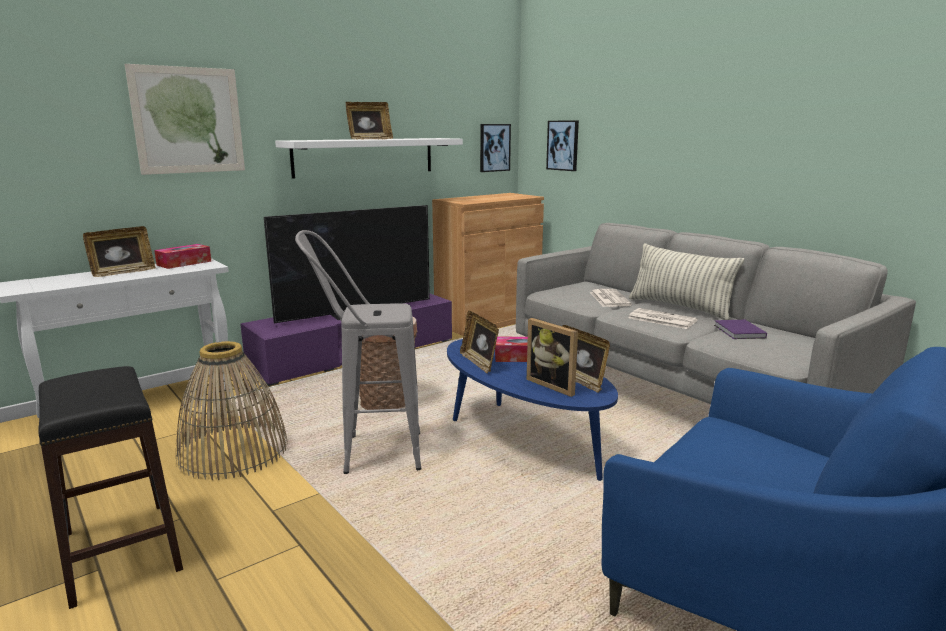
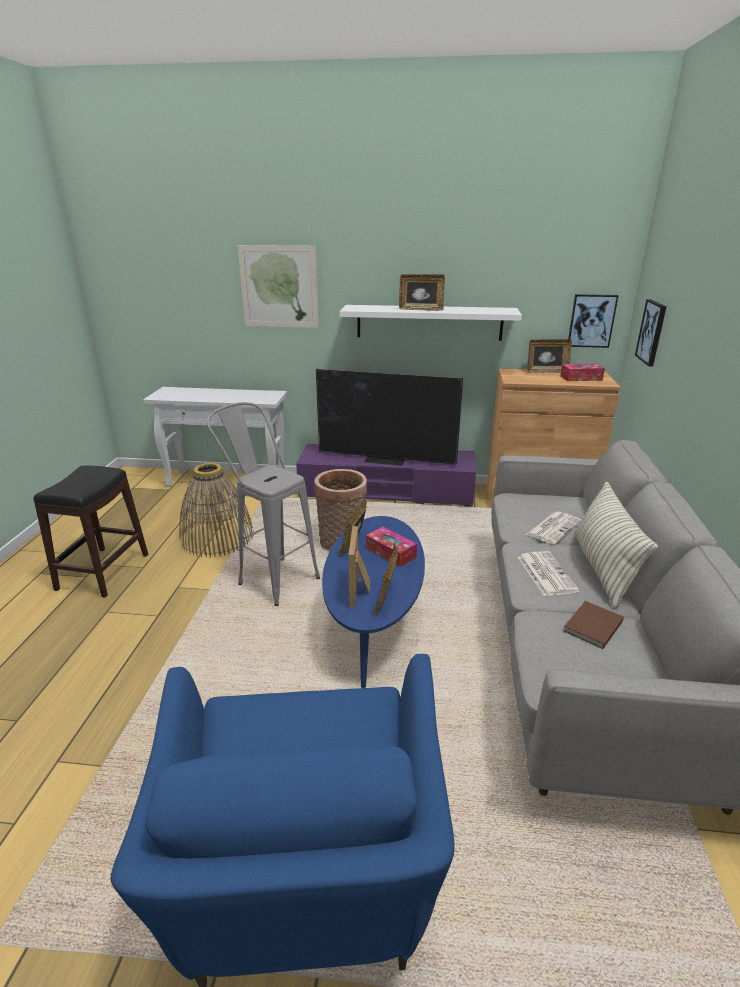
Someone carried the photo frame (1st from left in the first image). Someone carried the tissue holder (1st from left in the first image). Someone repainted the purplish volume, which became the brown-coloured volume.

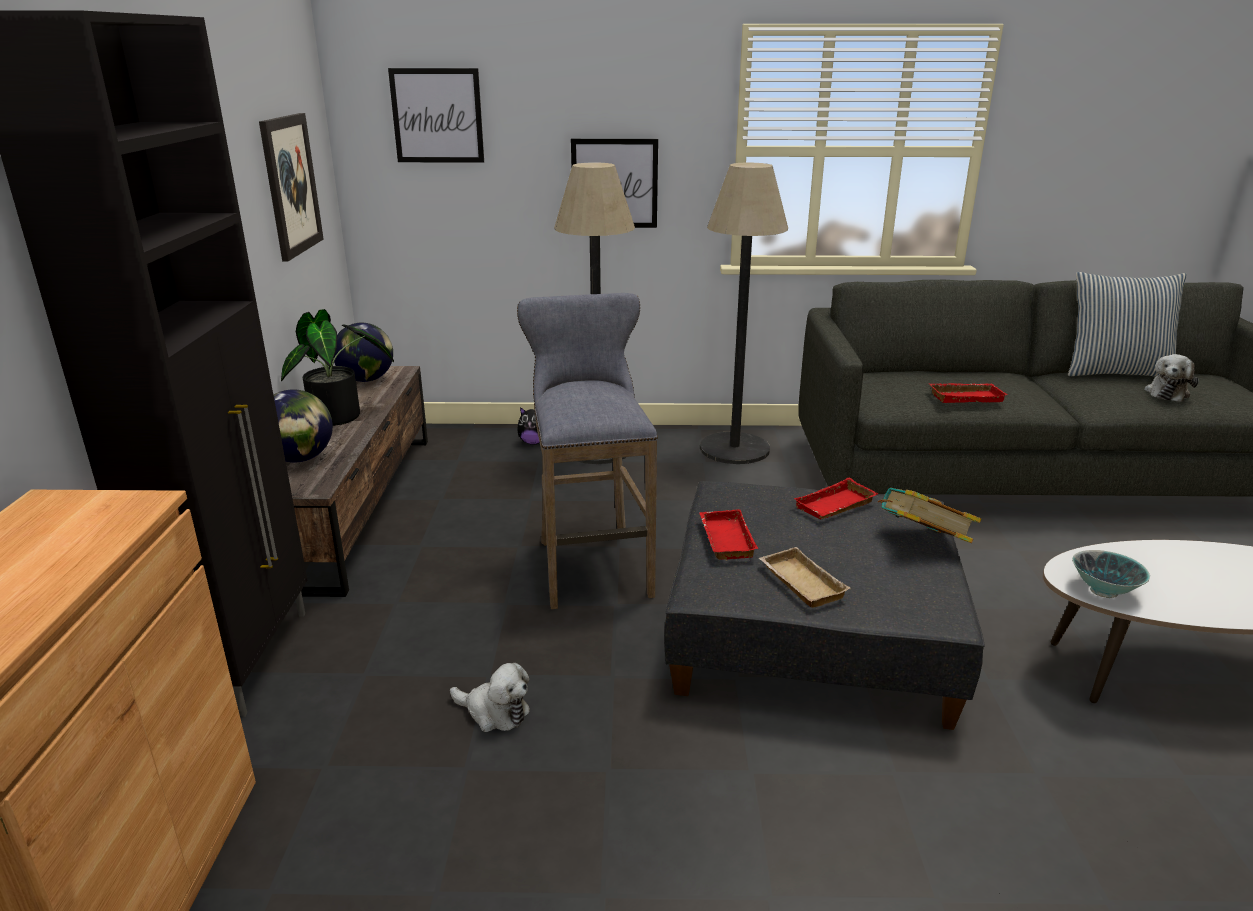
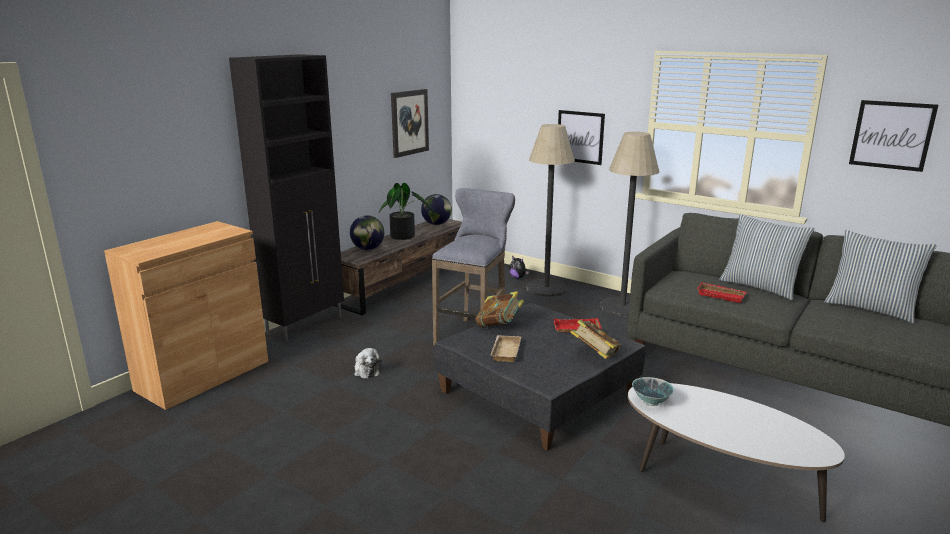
Someone carried the wall art (2nd from left in the first image). Someone swapped the reddish serving tray (1st from left) for the volume (1st from left). Someone took away the soft toy (3rd from left). Someone put down the cushion (1st from left).

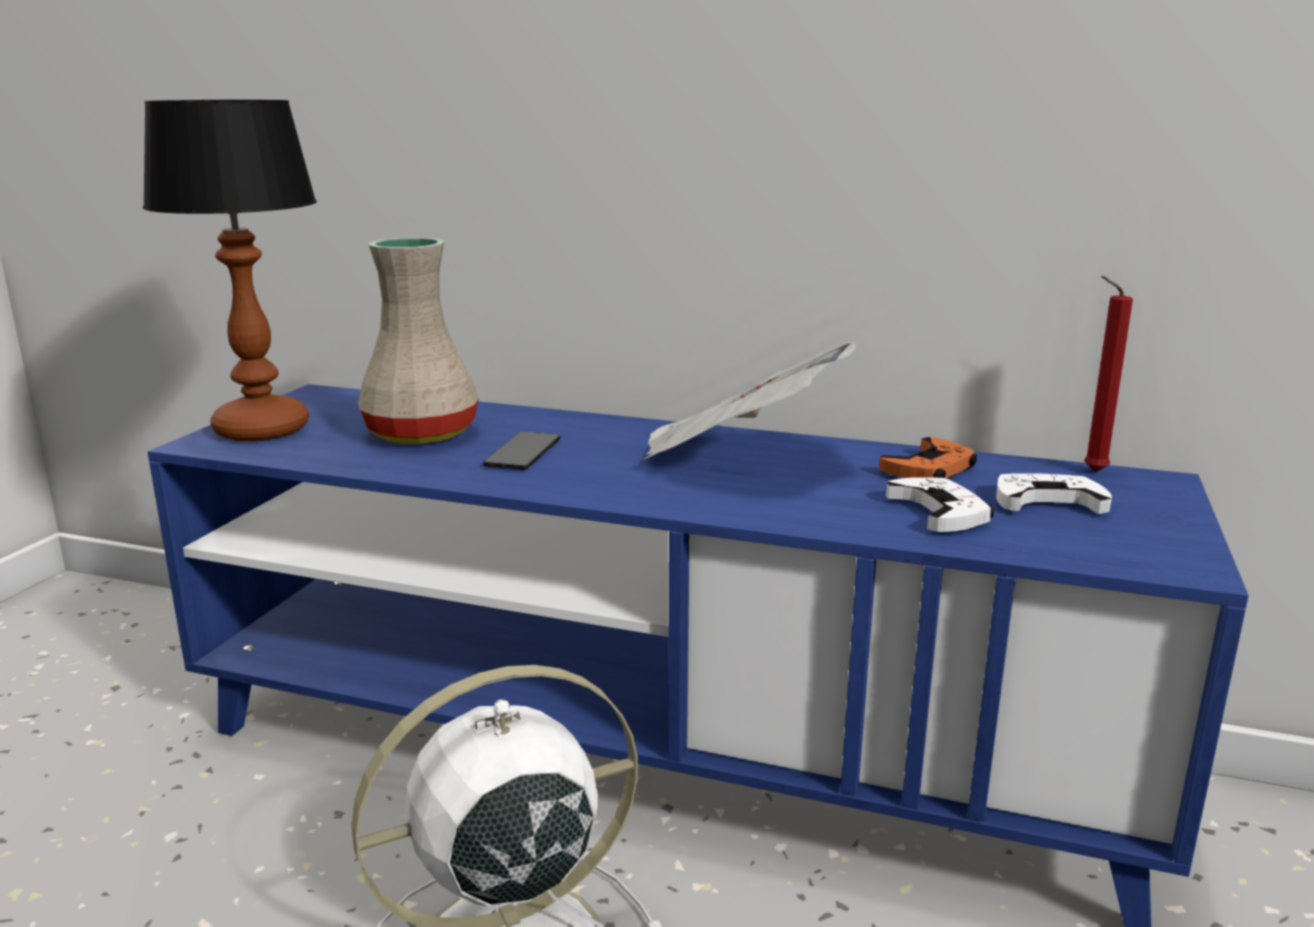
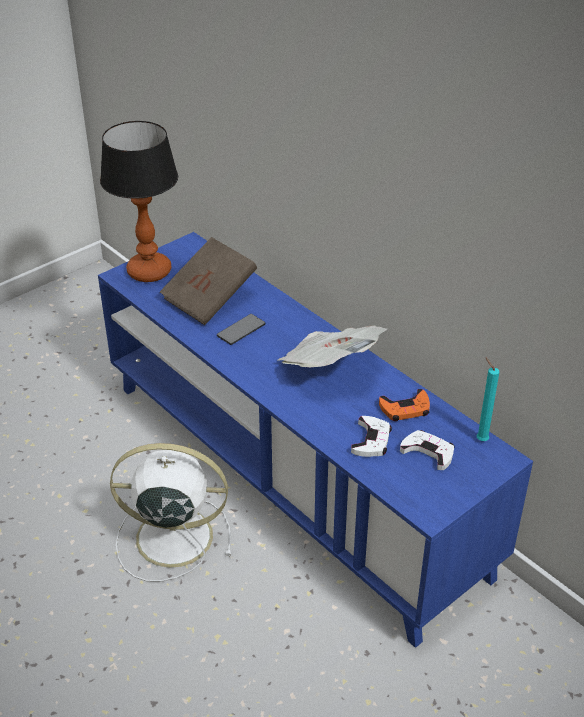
Someone swapped the beige-coloured decorative vase for the brown-coloured volume. Someone repainted the reddish candle, which became the blue-green candle.

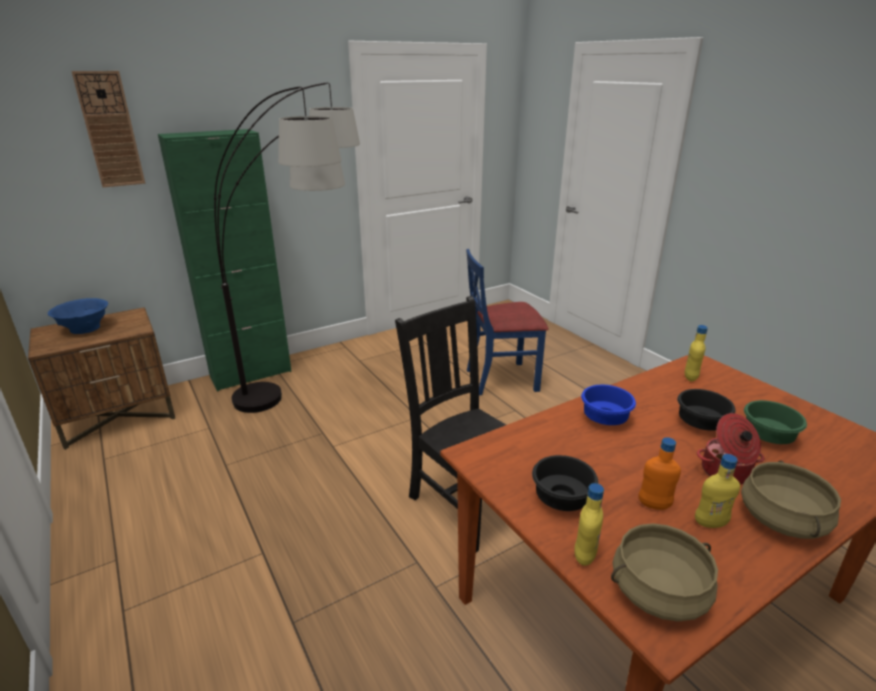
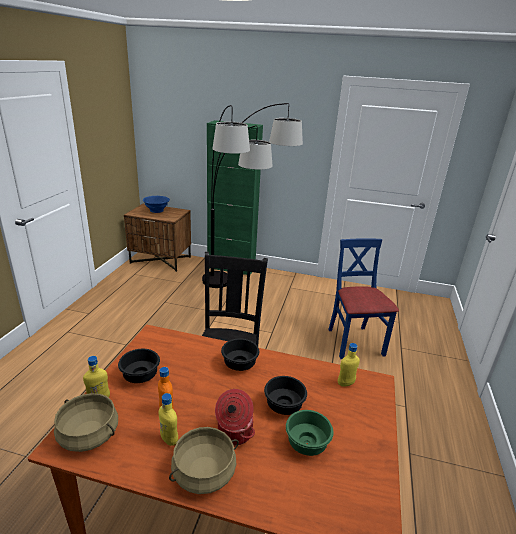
Someone took away the hanging clock. Someone rotated the blue-coloured upright chair by 45 degrees clockwise. Someone repainted the blue-coloured serving bowl (2nd from left), which became the black serving bowl (2nd from left).

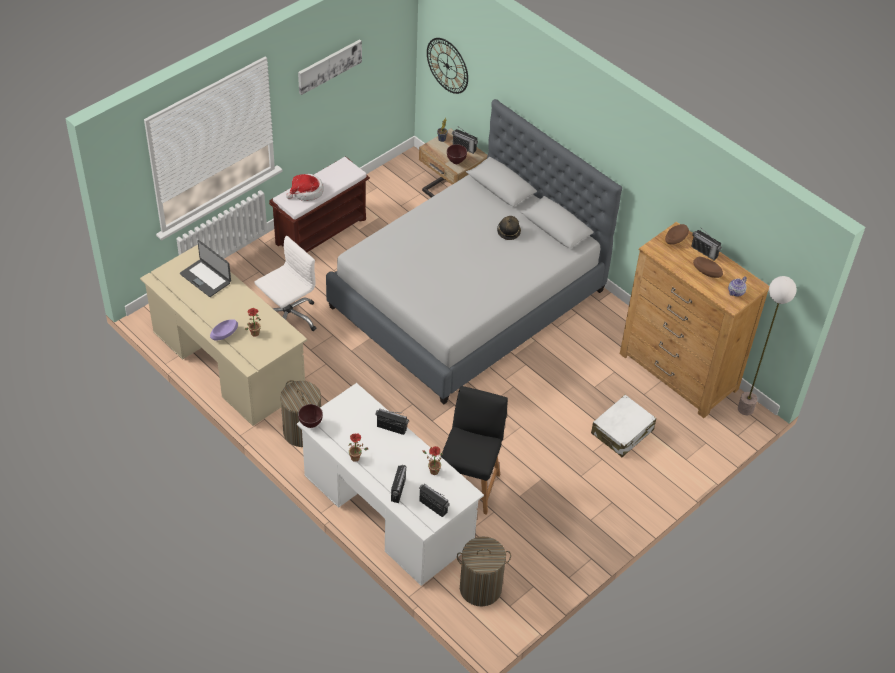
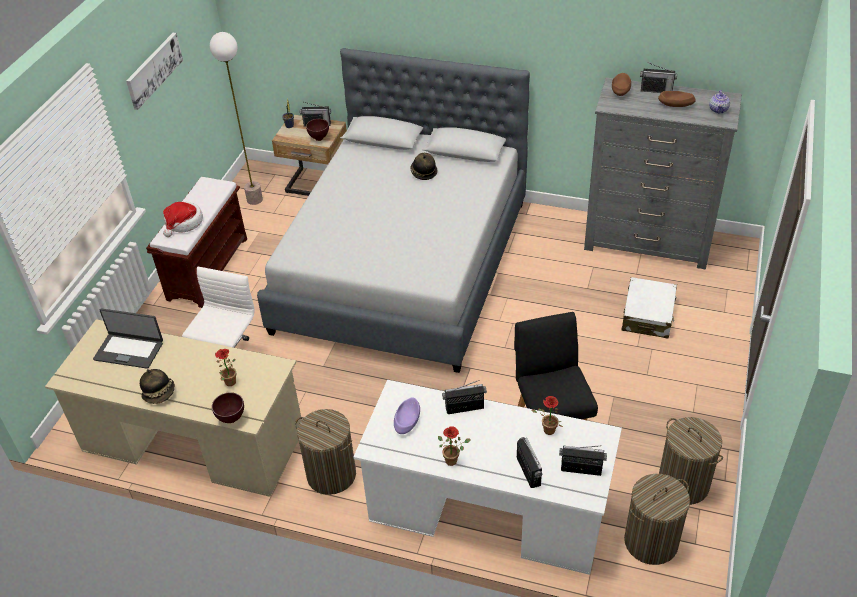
Someone carried the purplish serving bowl. Someone carried the brown-coloured serving bowl (1st from left). Someone took away the hanging clock. Someone repainted the brown-coloured drawer chest, which became the gray drawer chest. Someone carried the standard lamp. Someone put down the hat (1st from left). Someone put down the laundry basket (3rd from left).

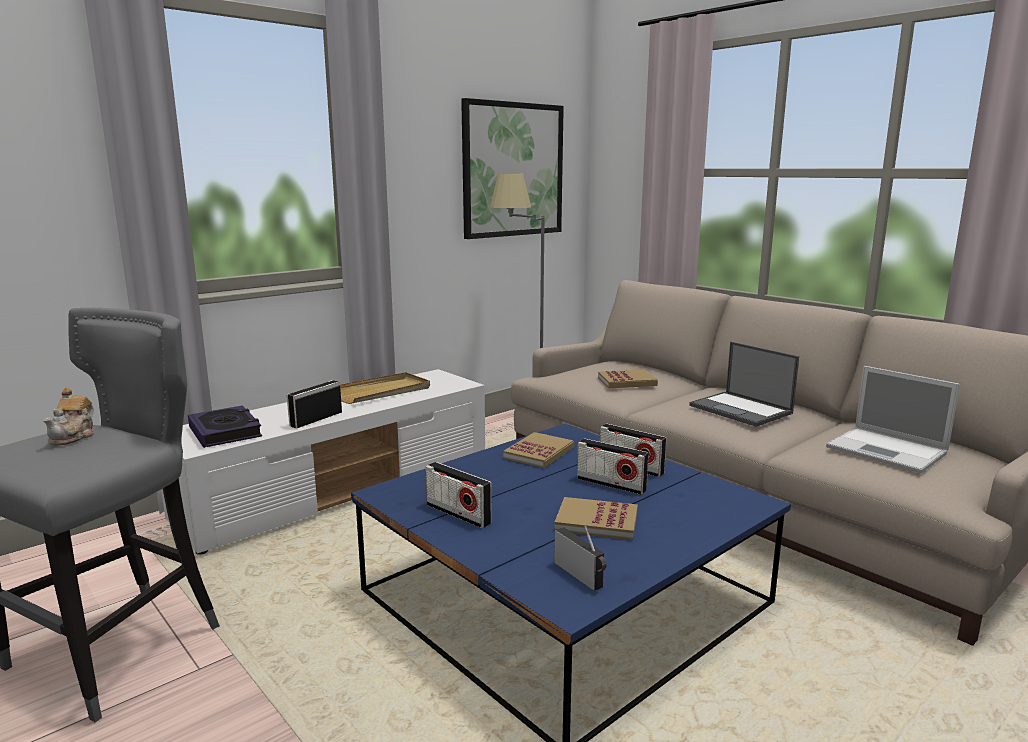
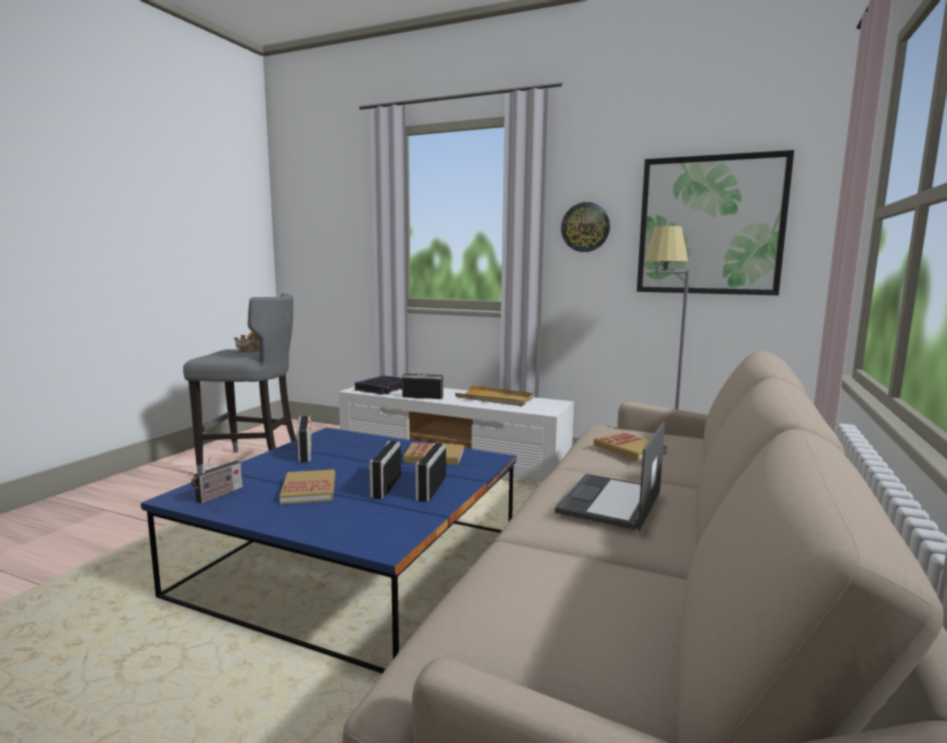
Someone rotated the radio set (2nd from left) by 150 degrees clockwise. Someone took away the notebook computer (2nd from left). Someone put up the hanging clock.

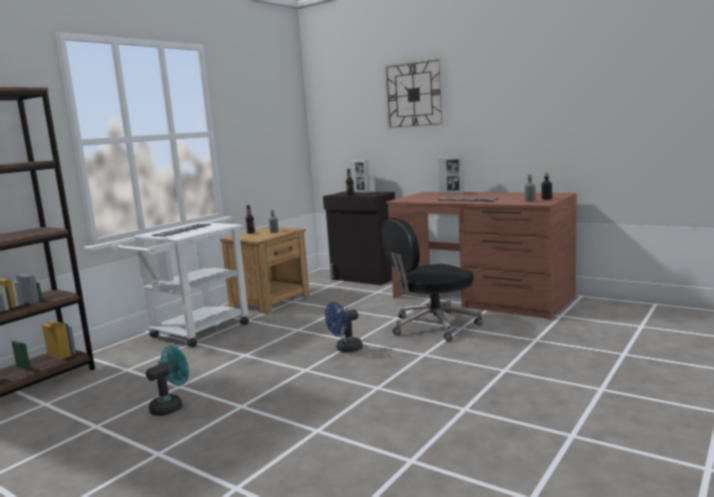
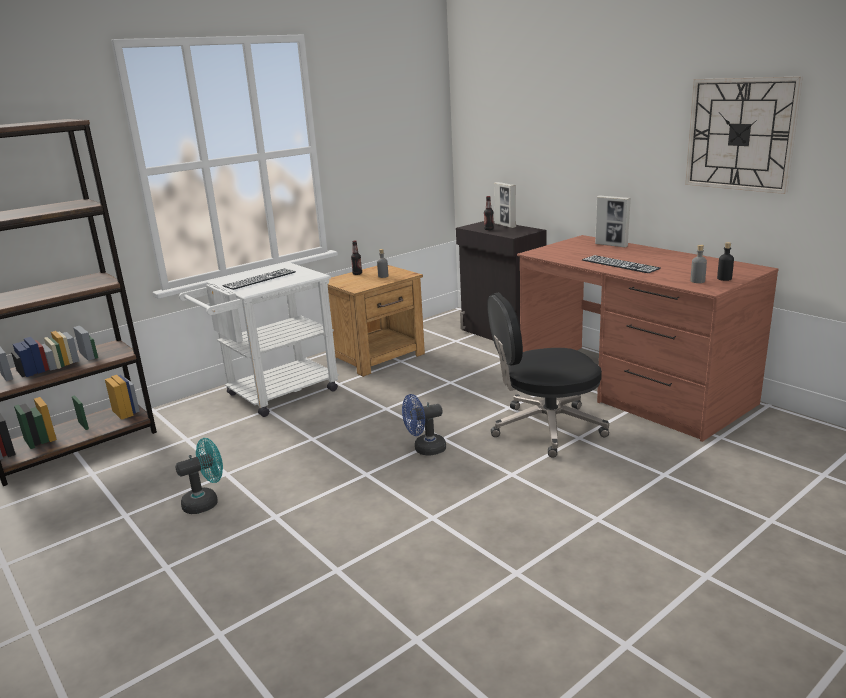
Someone carried the hanging clock.

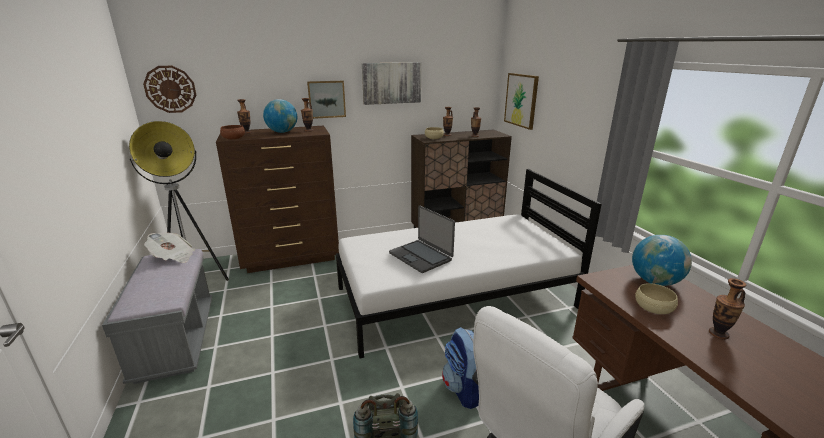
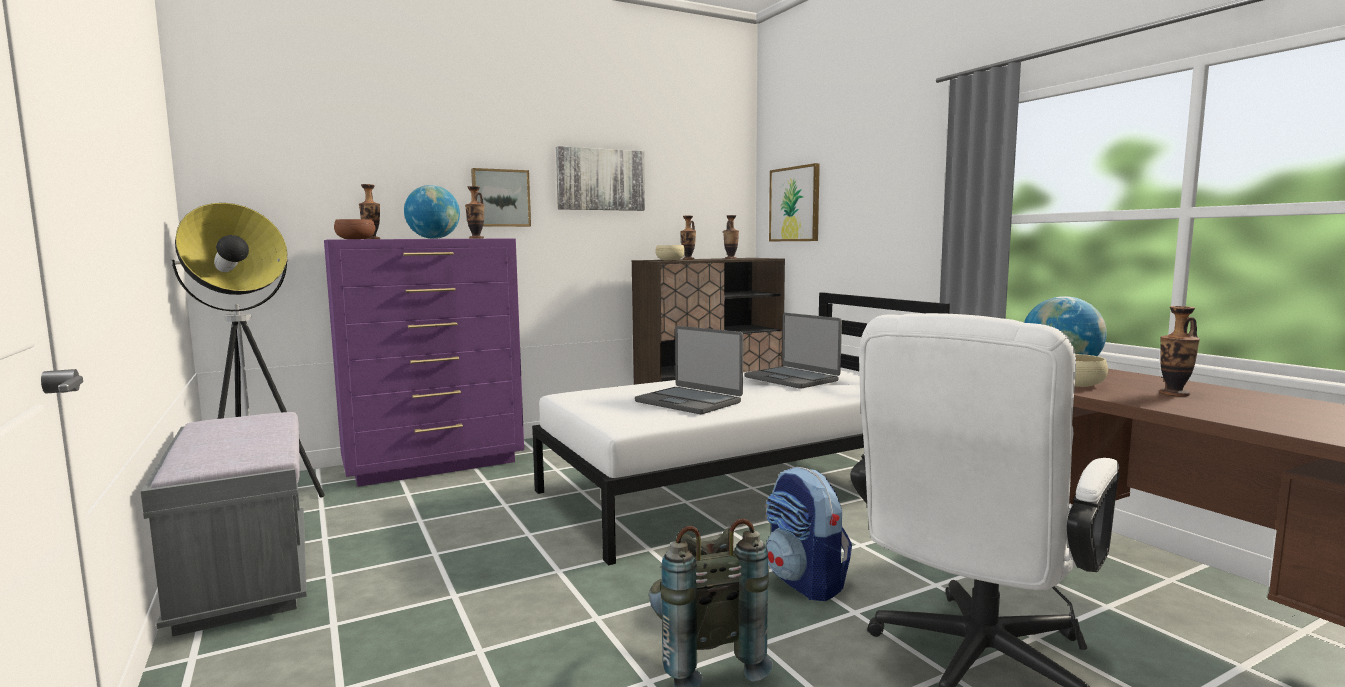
Someone took away the hanging clock. Someone took away the printed paper. Someone repainted the brown-coloured drawer chest, which became the purplish drawer chest. Someone put down the notebook computer (2nd from left).

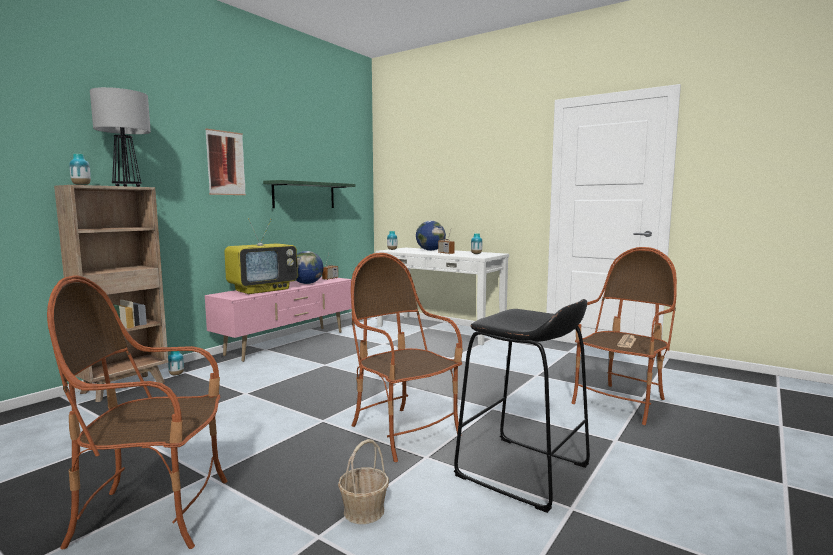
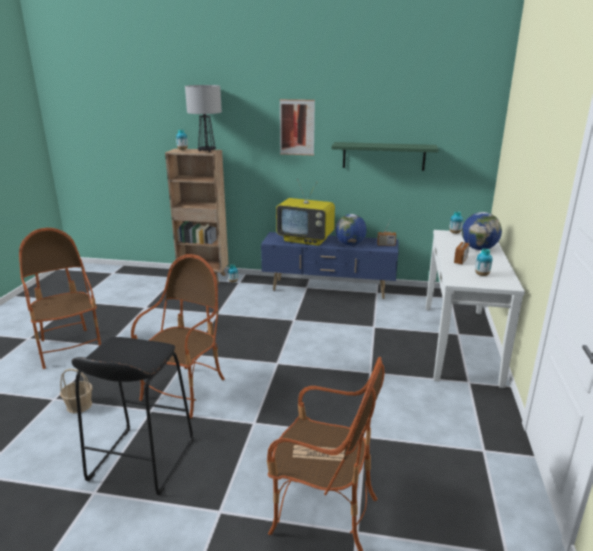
Someone repainted the pinkish tv stand, which became the blue-coloured tv stand.

